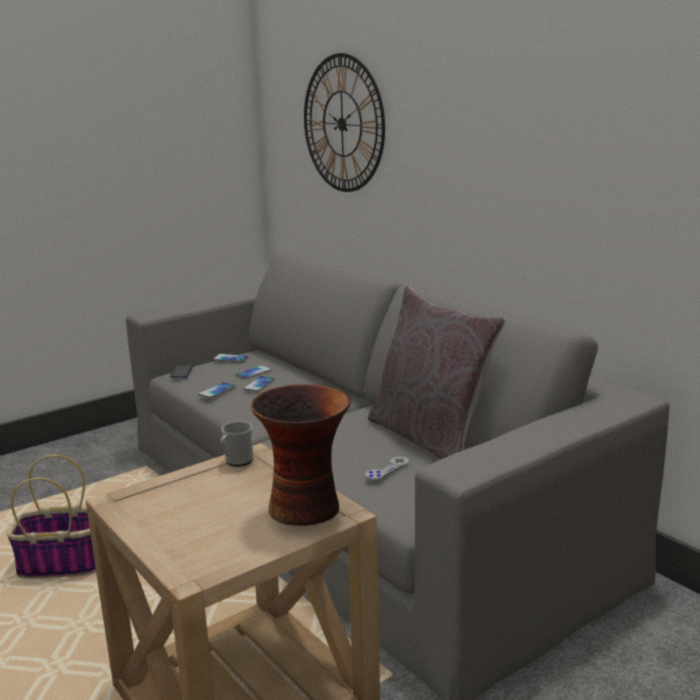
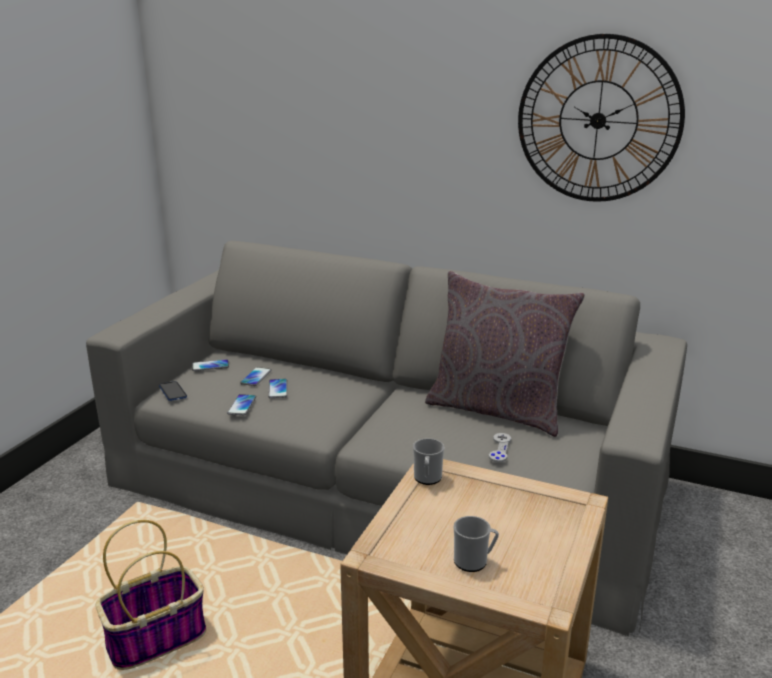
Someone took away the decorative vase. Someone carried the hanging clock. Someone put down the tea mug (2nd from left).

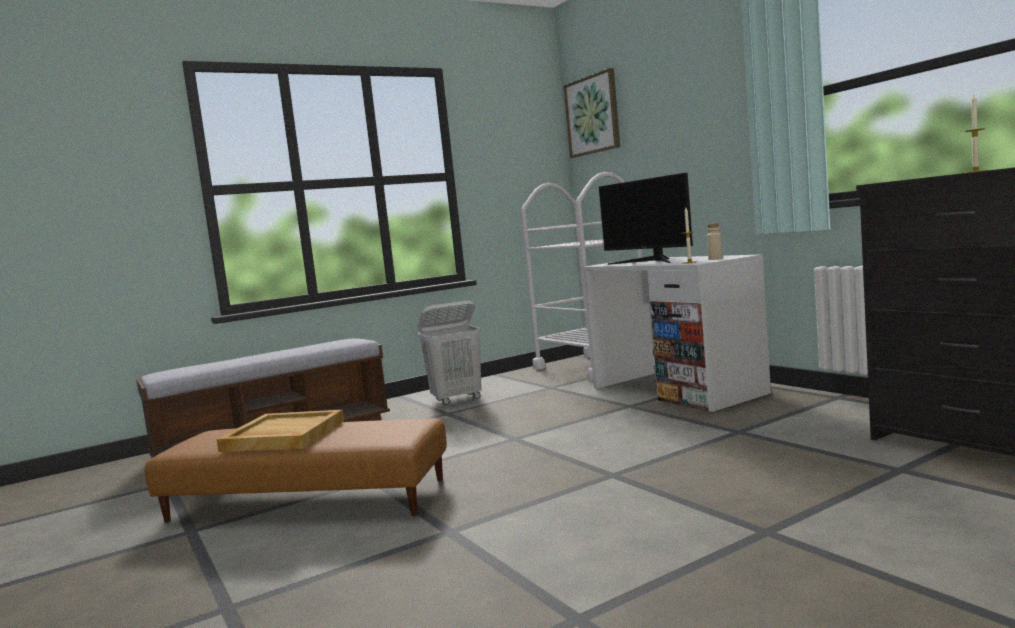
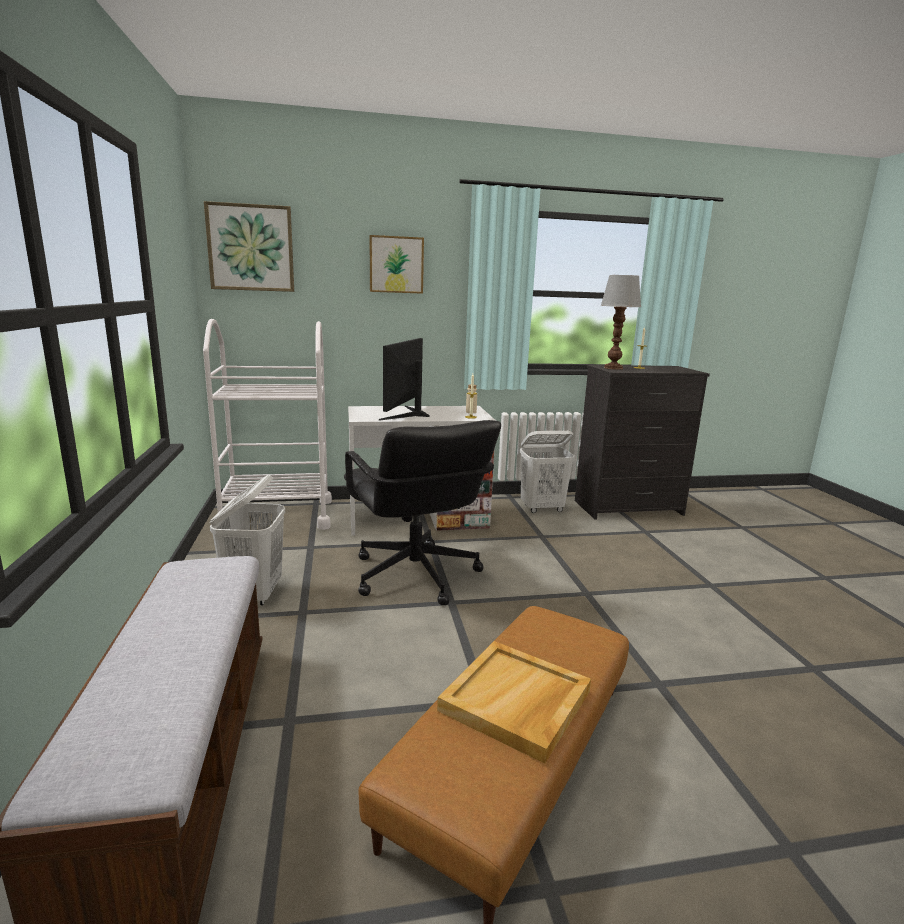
Someone rotated the computer screen by 120 degrees clockwise. Someone put down the black office chair. Someone put up the wall art (2nd from left). Someone put down the whitish laundry basket (2nd from left). Someone put down the lamp for a table.

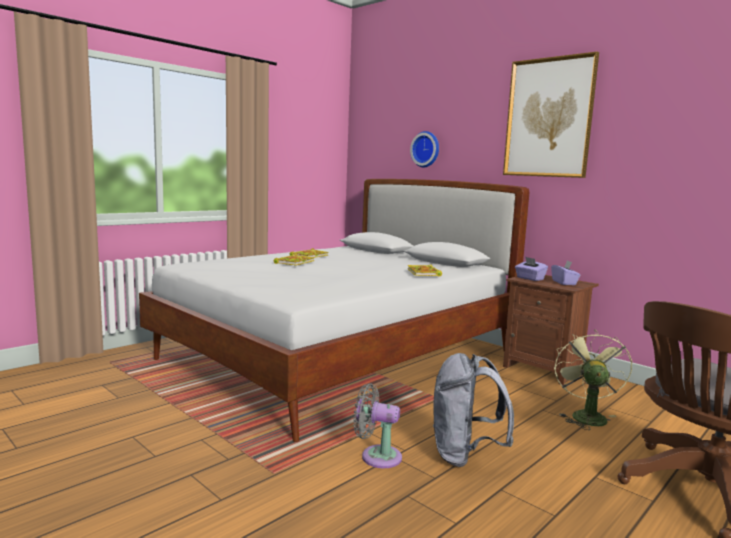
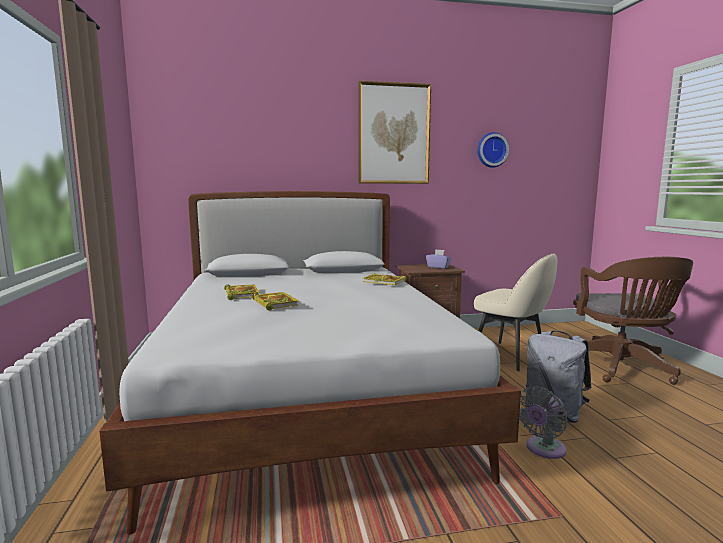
Someone carried the hanging clock. Someone took away the purplish tissue holder (1st from left). Someone swapped the greenish cooling fan for the beige-coloured upright chair.

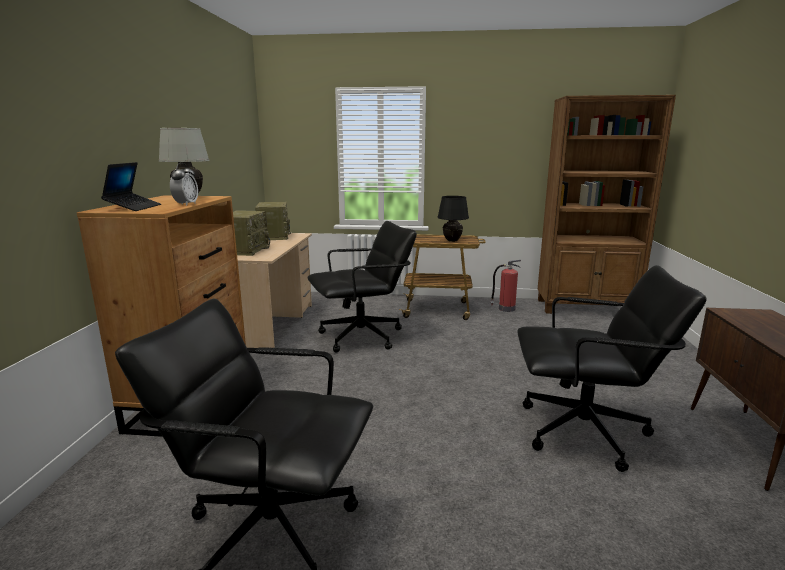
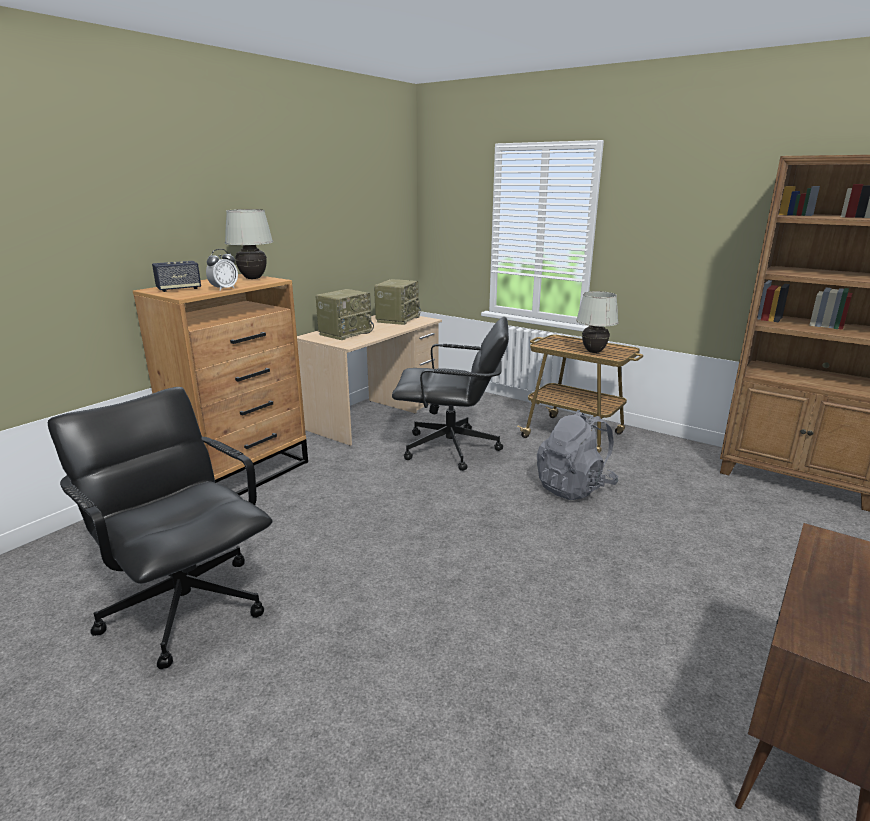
Someone swapped the notebook computer for the speaker. Someone repainted the black lamp for a table, which became the whitish lamp for a table (2nd from left). Someone took away the fire-fighting cylinder. Someone took away the black office chair (3rd from left). Someone put down the gray knapsack.

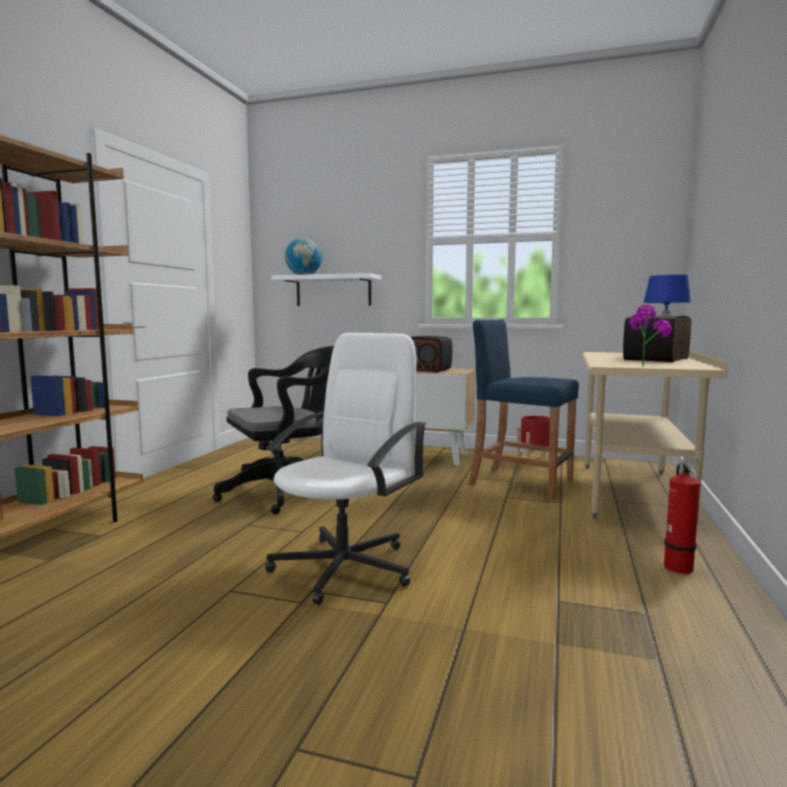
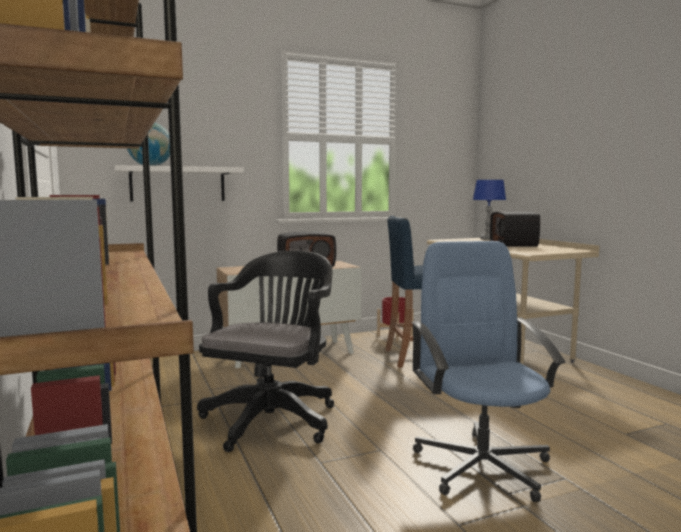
Someone repainted the whitish office chair, which became the blue-coloured office chair. Someone took away the plant in a pot. Someone took away the fire-fighting cylinder.

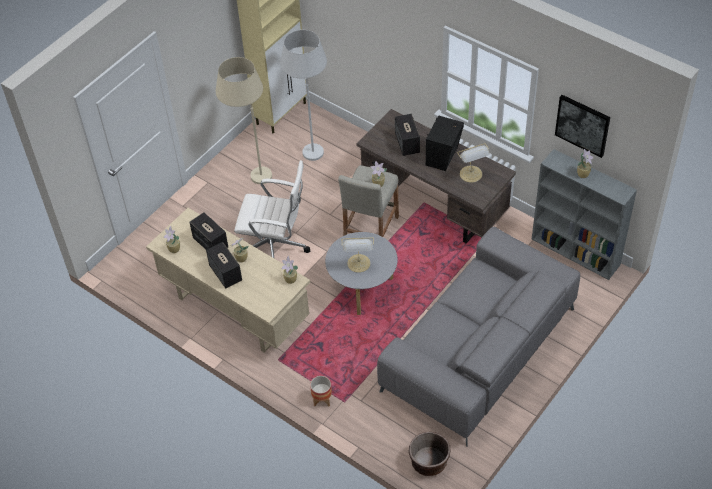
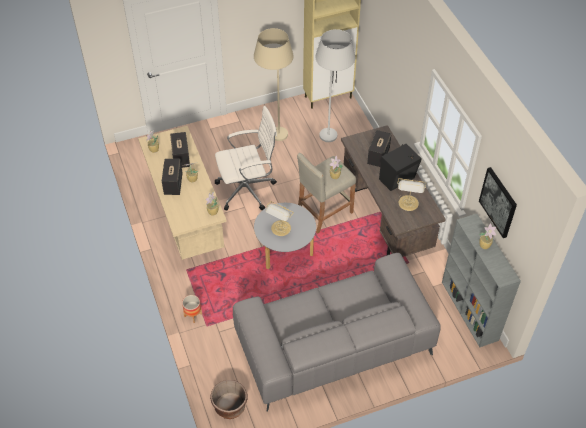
Someone rotated the whitish office chair by 60 degrees counterclockwise.

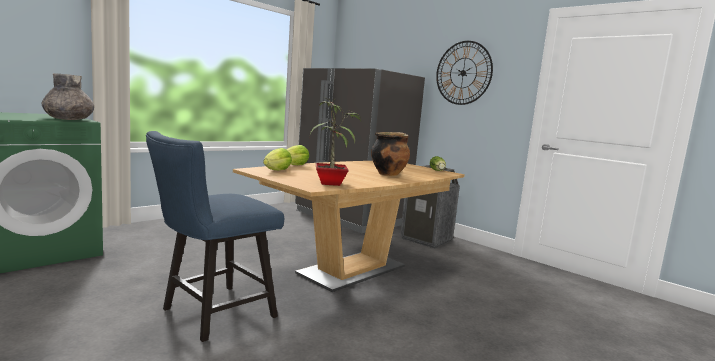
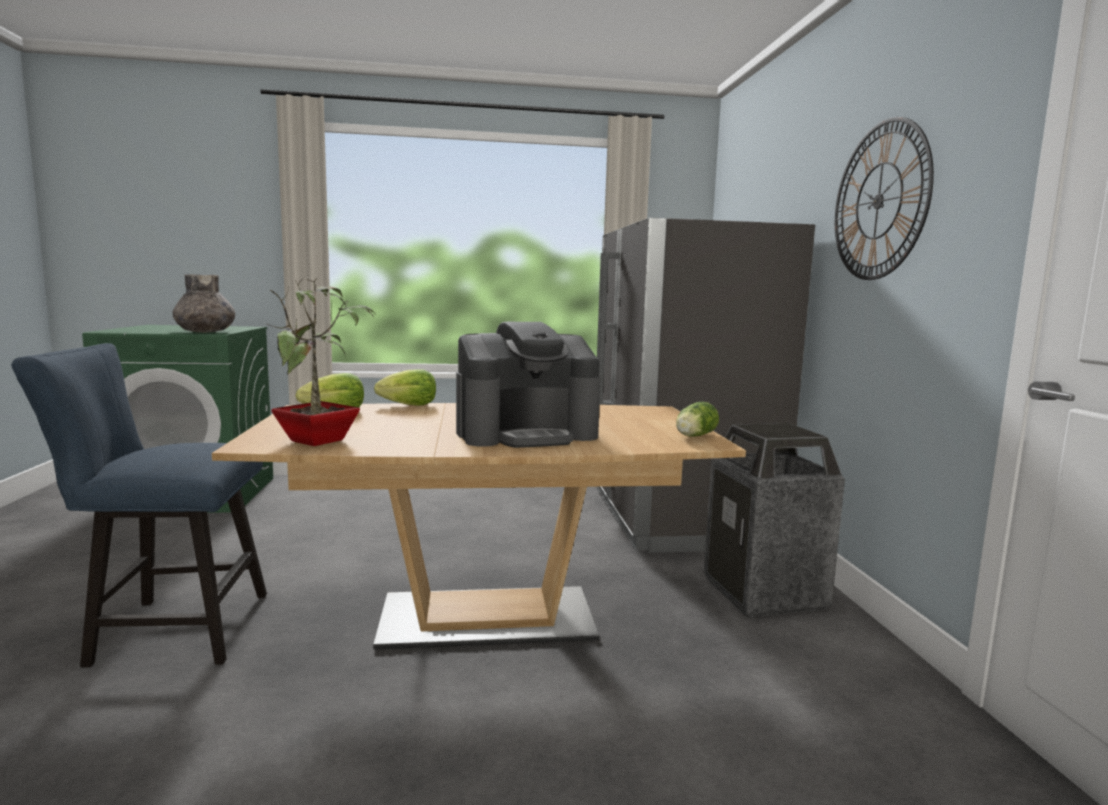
Someone swapped the stockpot for the coffee machine.

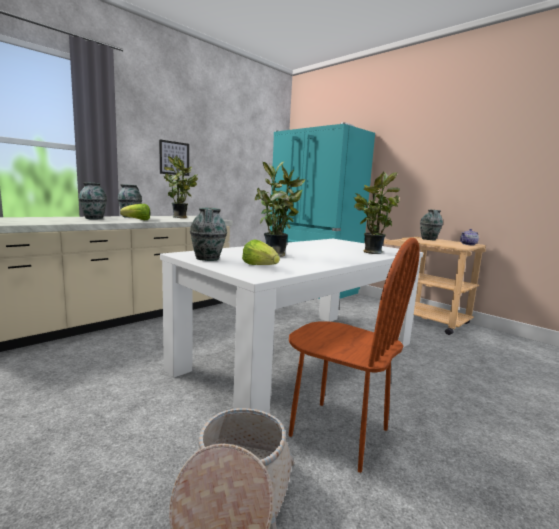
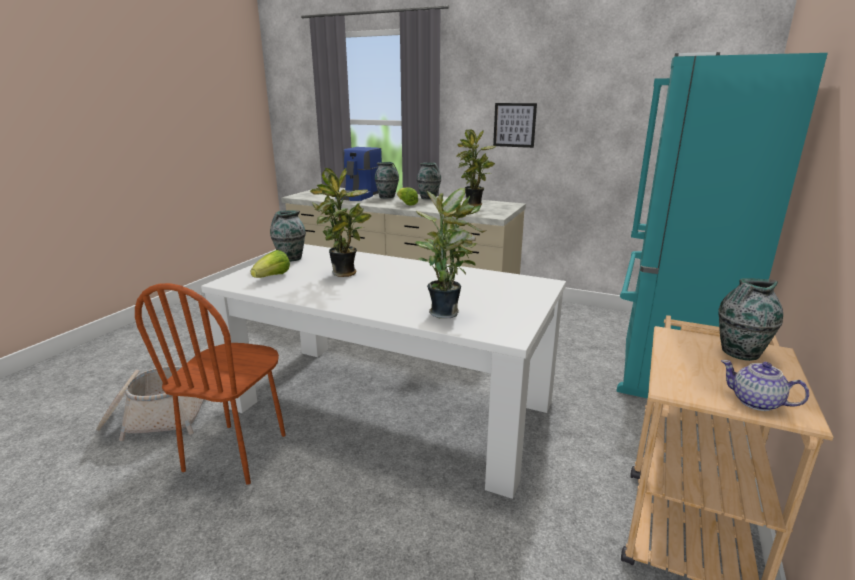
Someone put down the coffee machine.

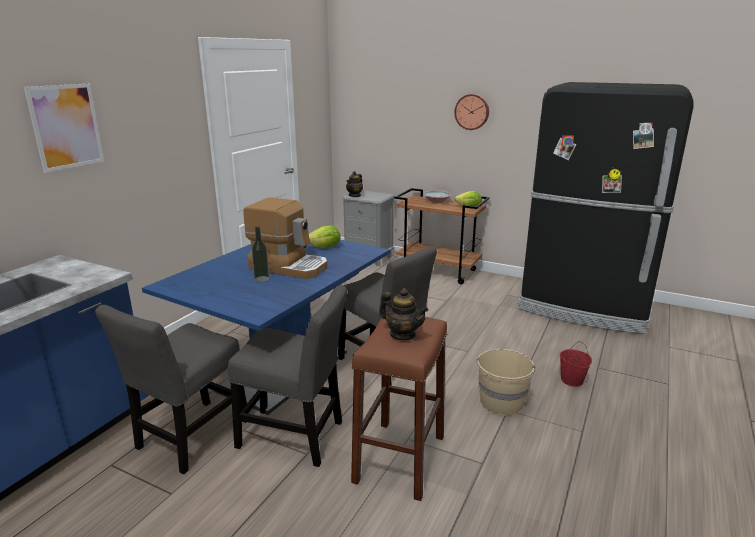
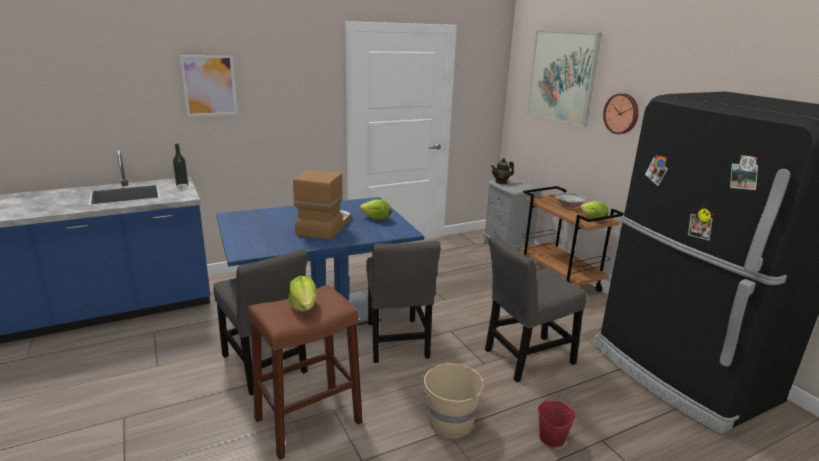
Someone carried the gray upright chair (1st from left in the first image). Someone rotated the coffee machine by 135 degrees counterclockwise. Someone carried the bottle. Someone swapped the pot for tea (2nd from left) for the head of lettuce (1st from left). Someone put up the wall art (2nd from left).

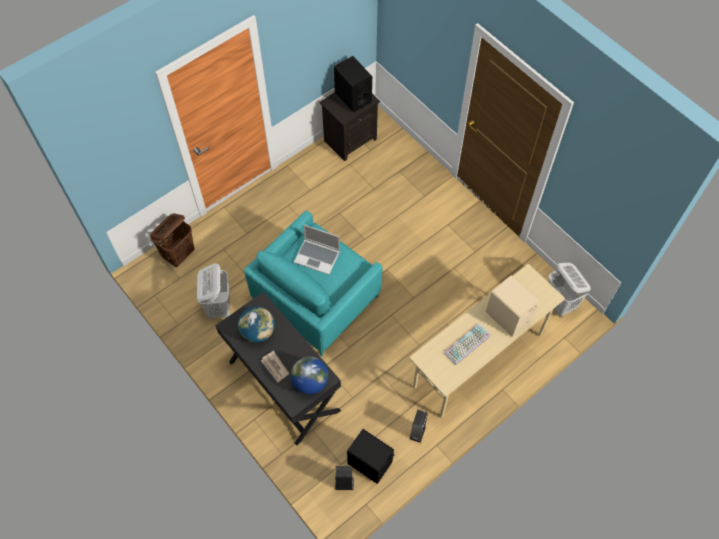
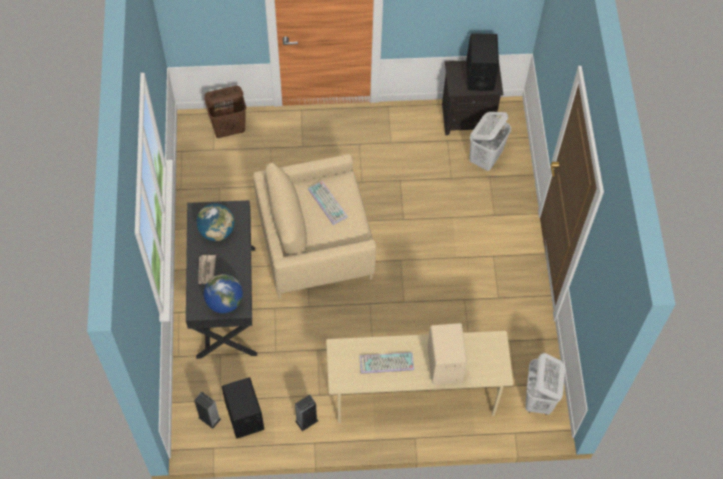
Someone carried the whitish laundry basket (1st from left). Someone repainted the blue-green lounge chair, which became the beige-coloured lounge chair. Someone swapped the notebook computer for the keyboard (1st from left).

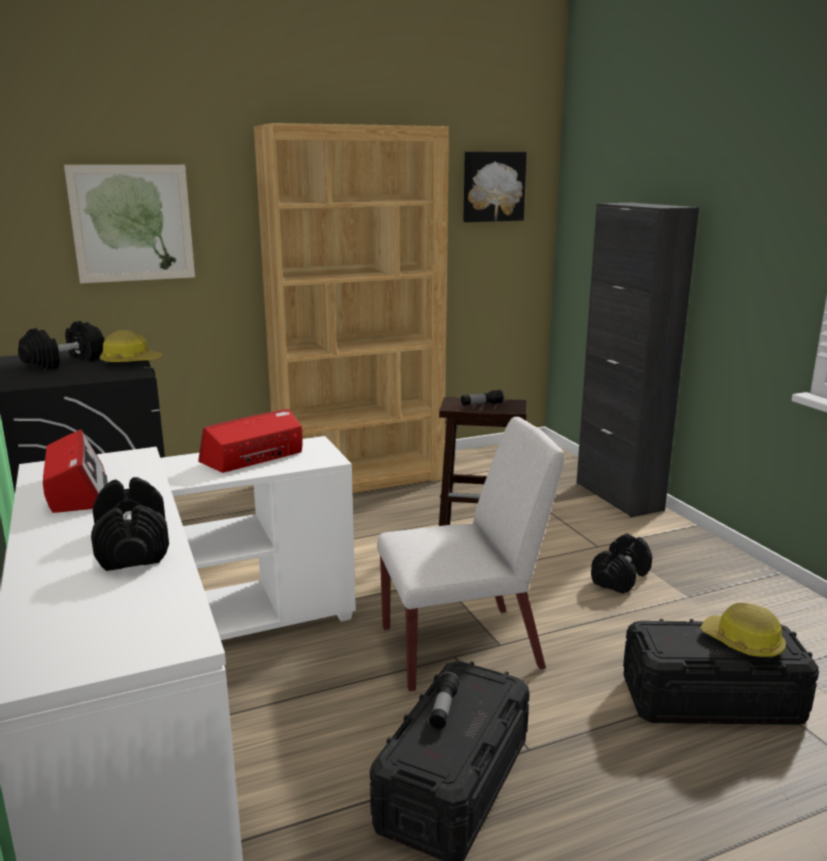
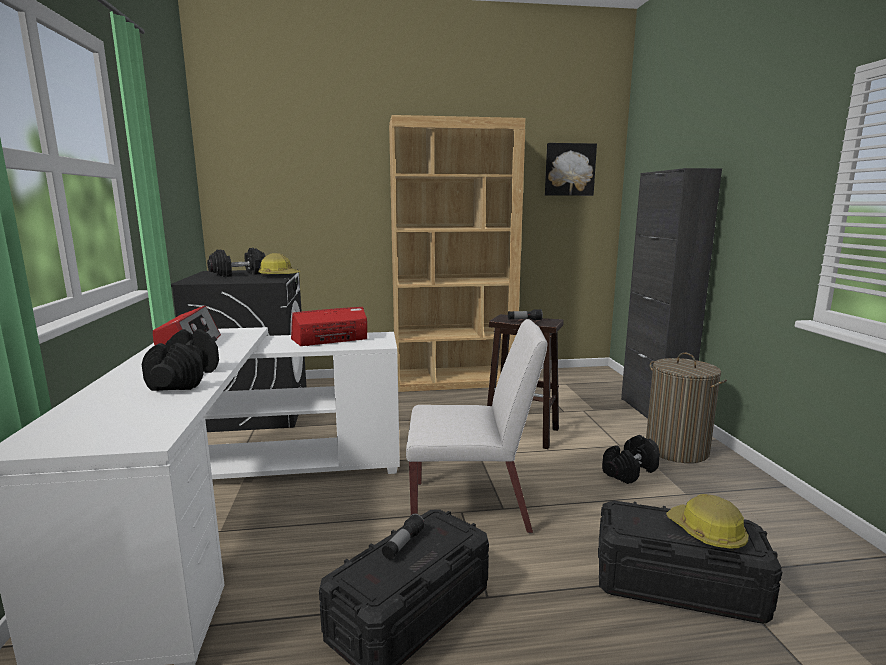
Someone took away the wall art (1st from left). Someone put down the laundry basket.

